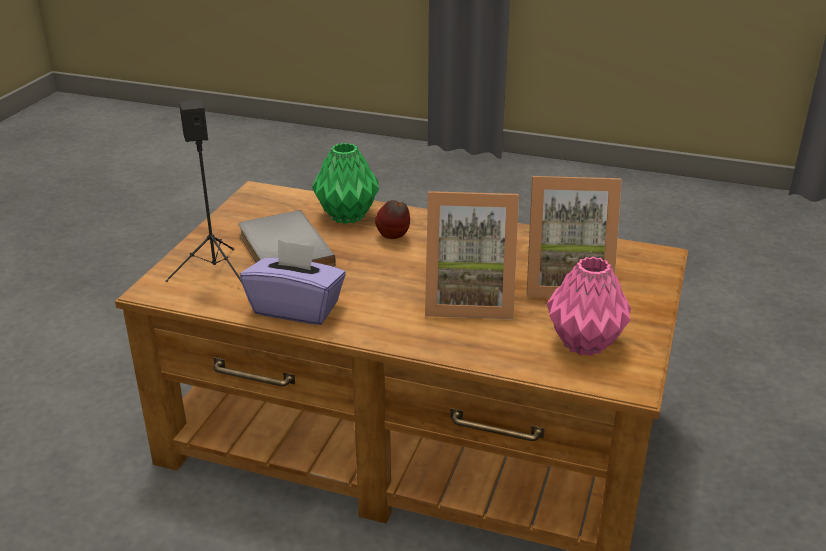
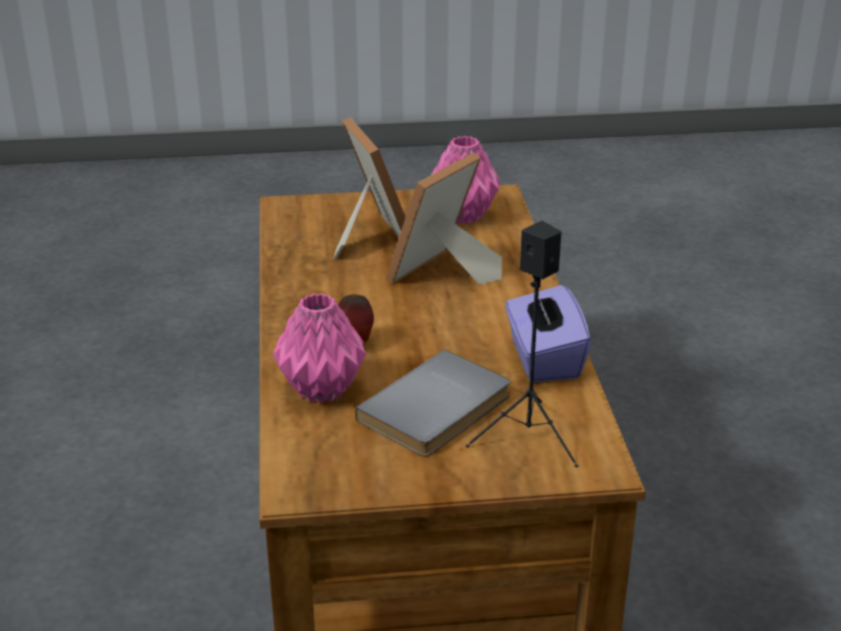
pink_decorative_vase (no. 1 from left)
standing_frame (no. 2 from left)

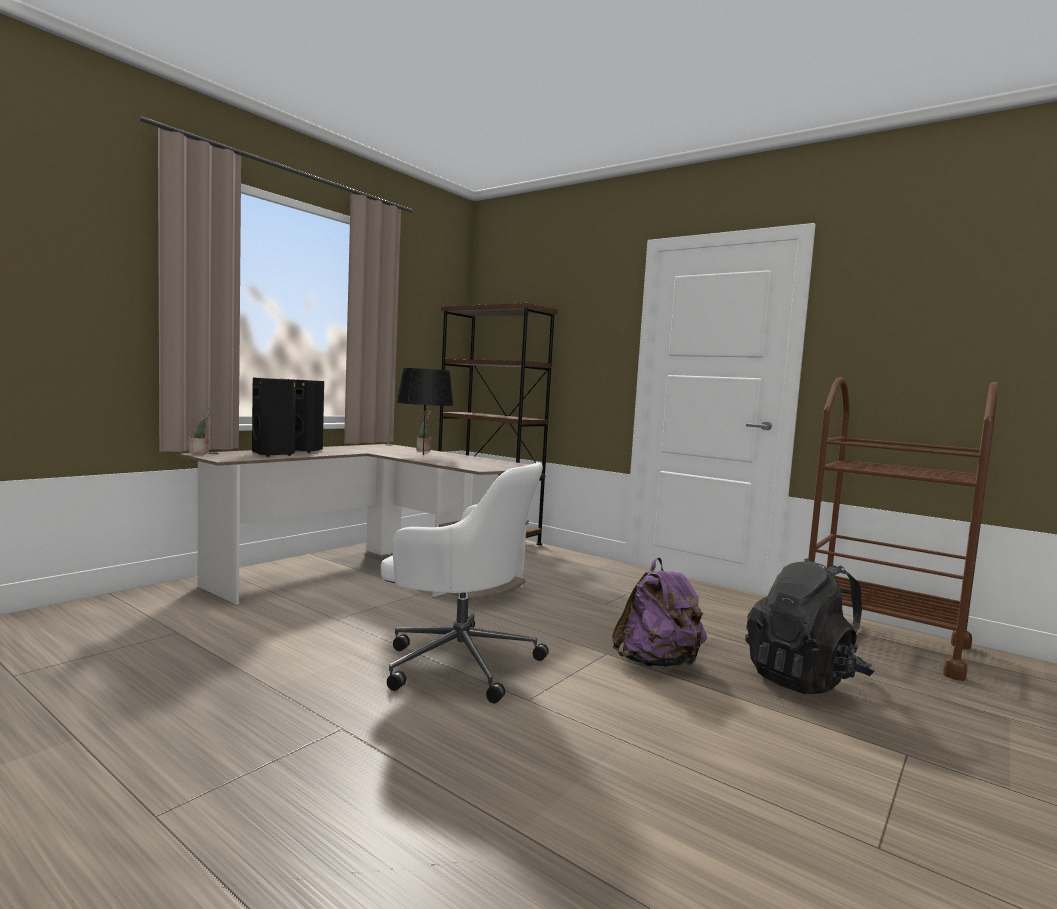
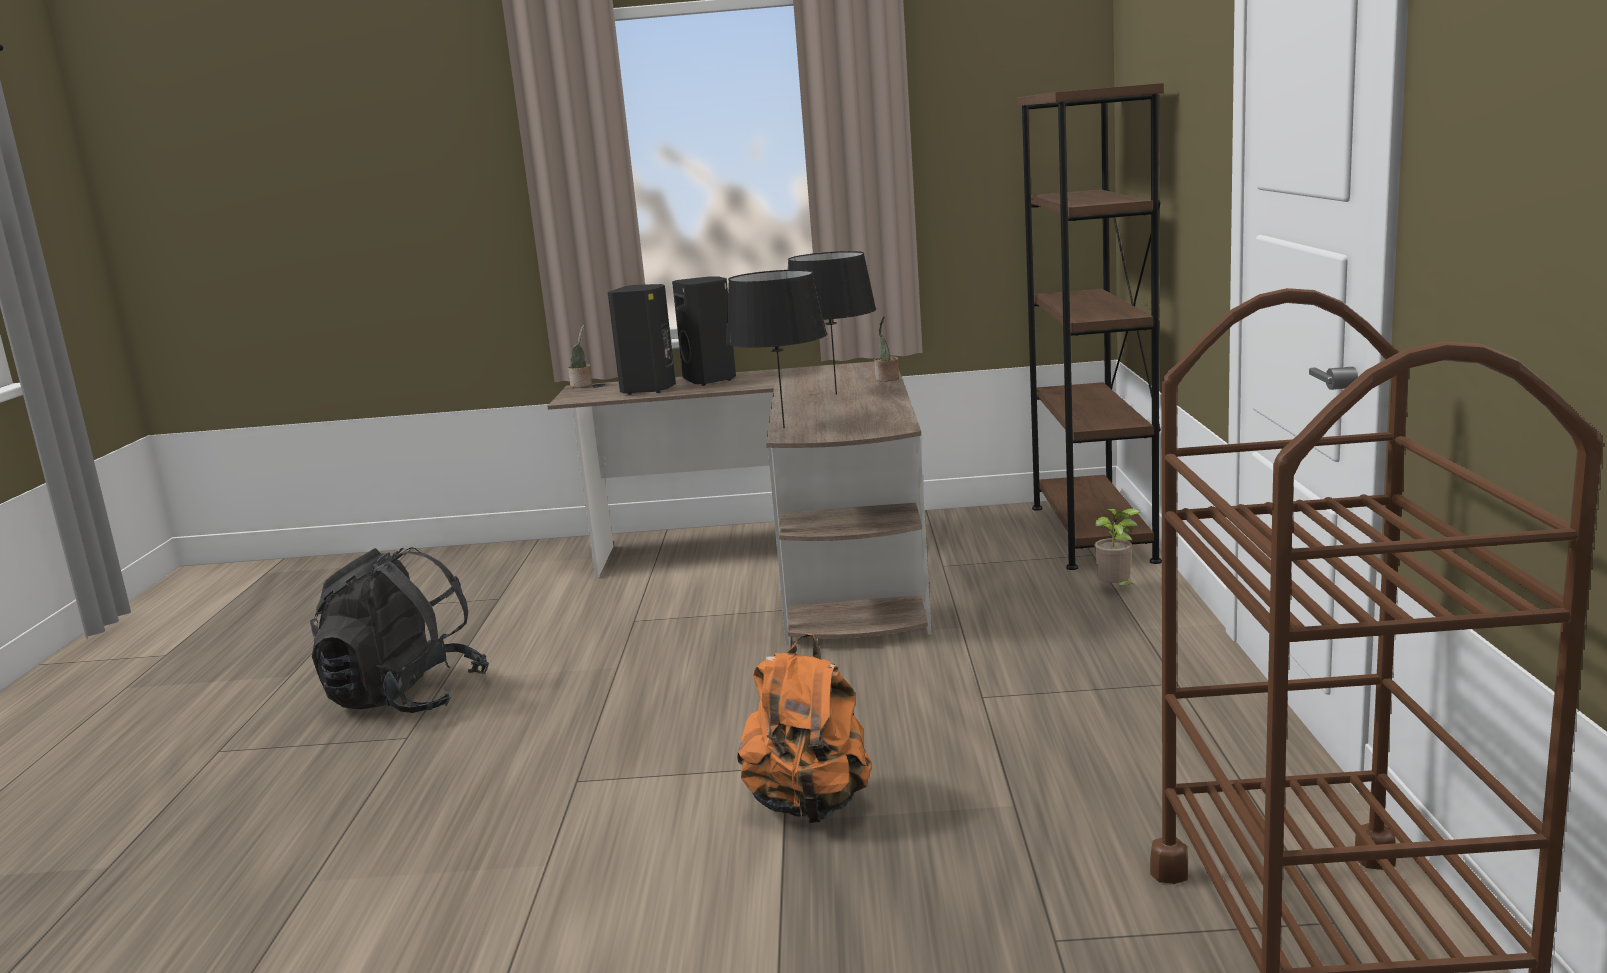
whitish_computer_chair
black_table_lamp (no. 1 from left)
plant_in_a_pot (no. 3 from left)
black_rucksack
orangey_rucksack

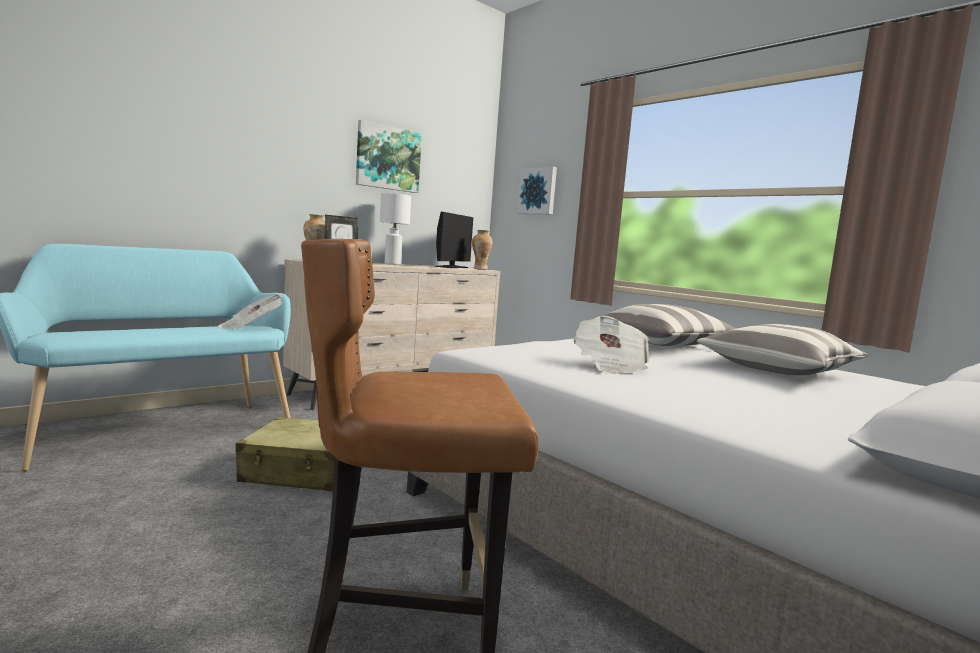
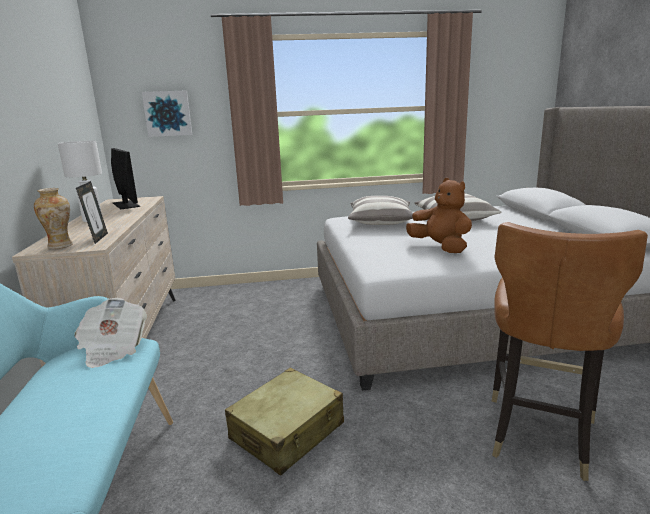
picture (no. 1 from left in the first image)
decorative_vase (no. 2 from left in the first image)
brown-coloured_cuddly_toy

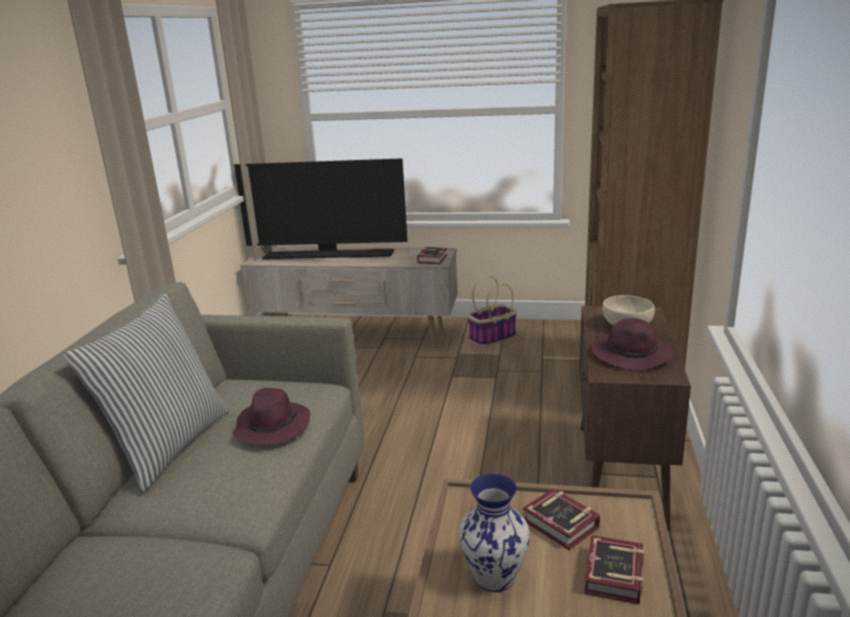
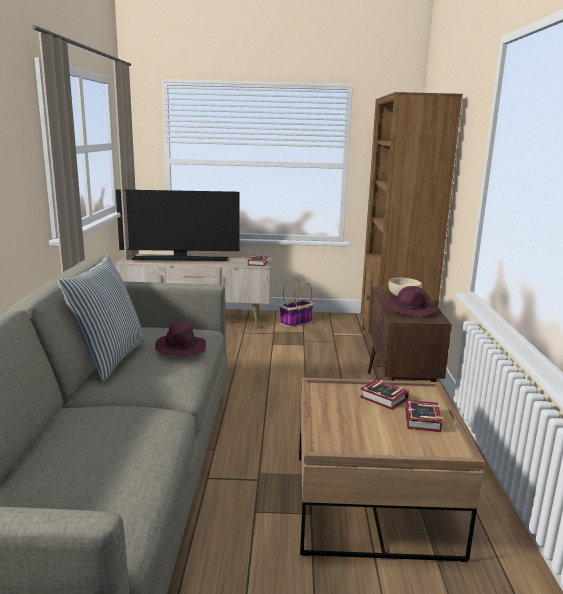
decorative_vase

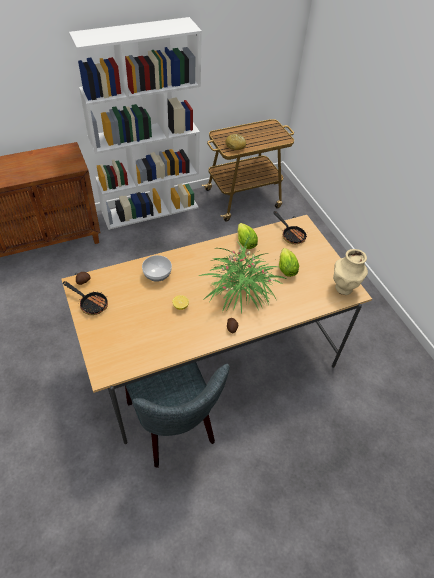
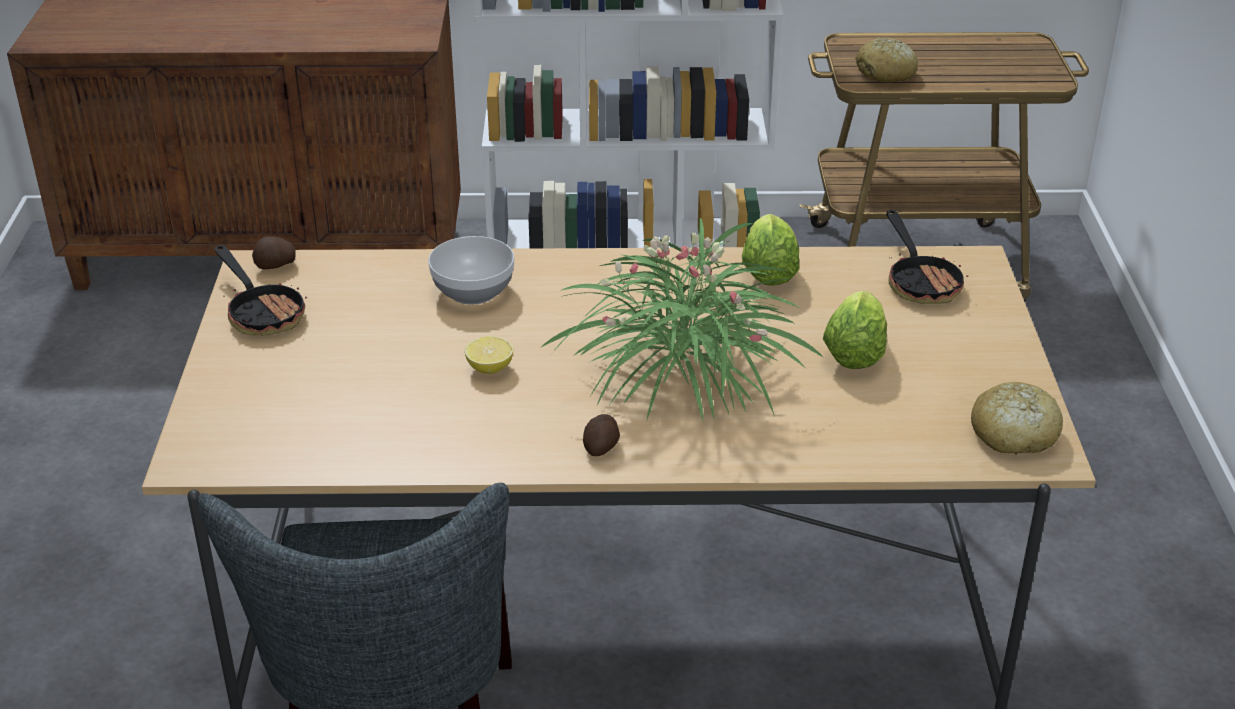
baked_bread (no. 2 from left)

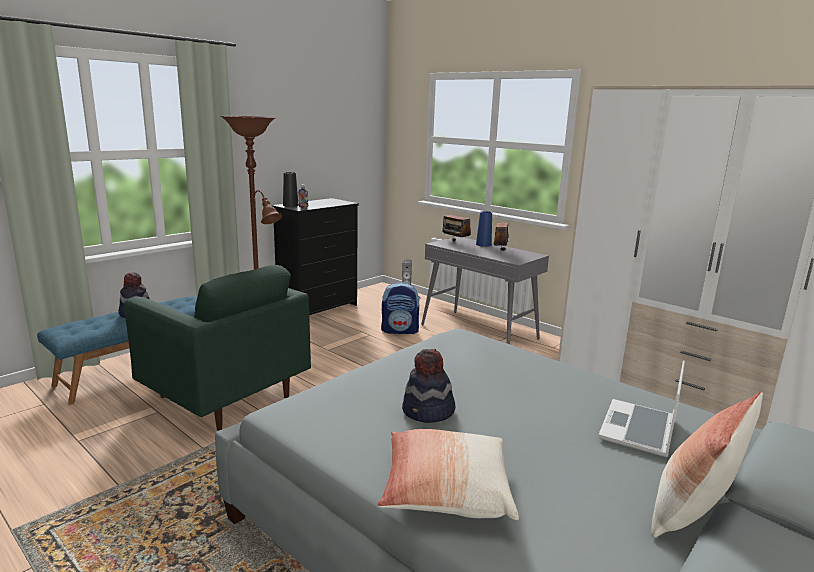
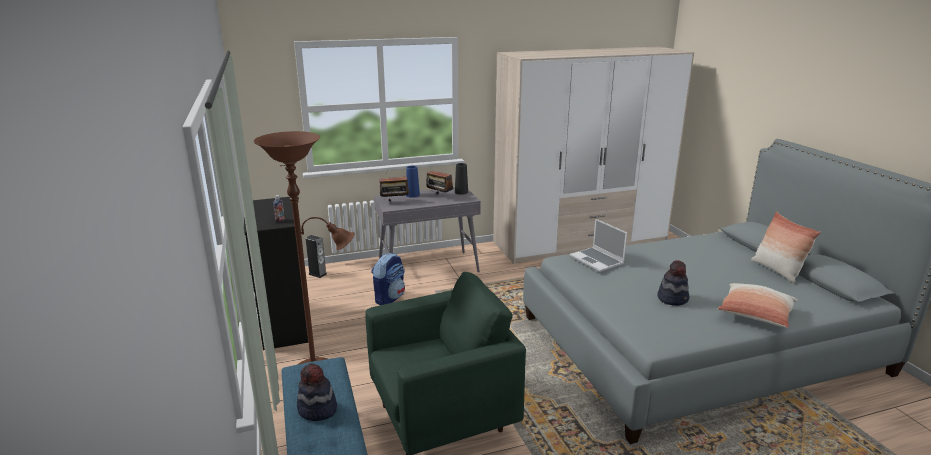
black_decorative_vase
portable_computer

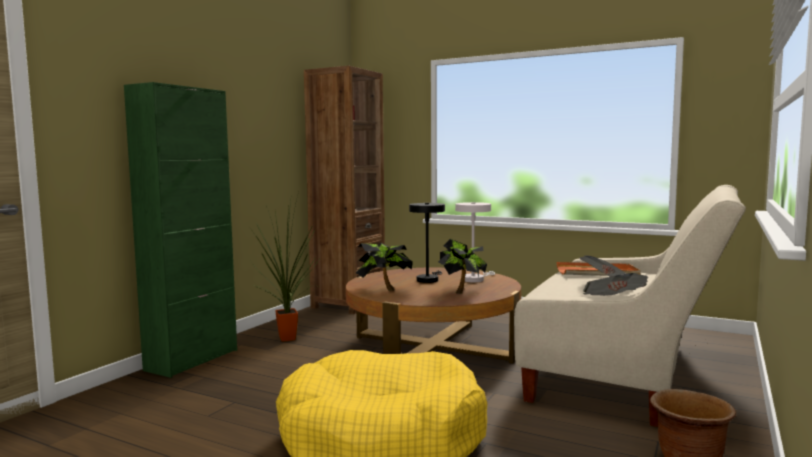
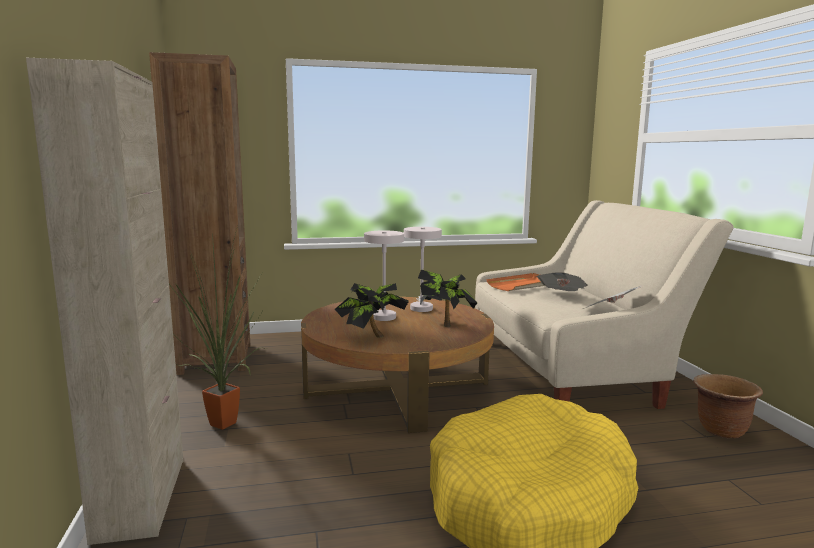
sand-coloured_storage_cabinet
whitish_table_lamp (no. 1 from left)

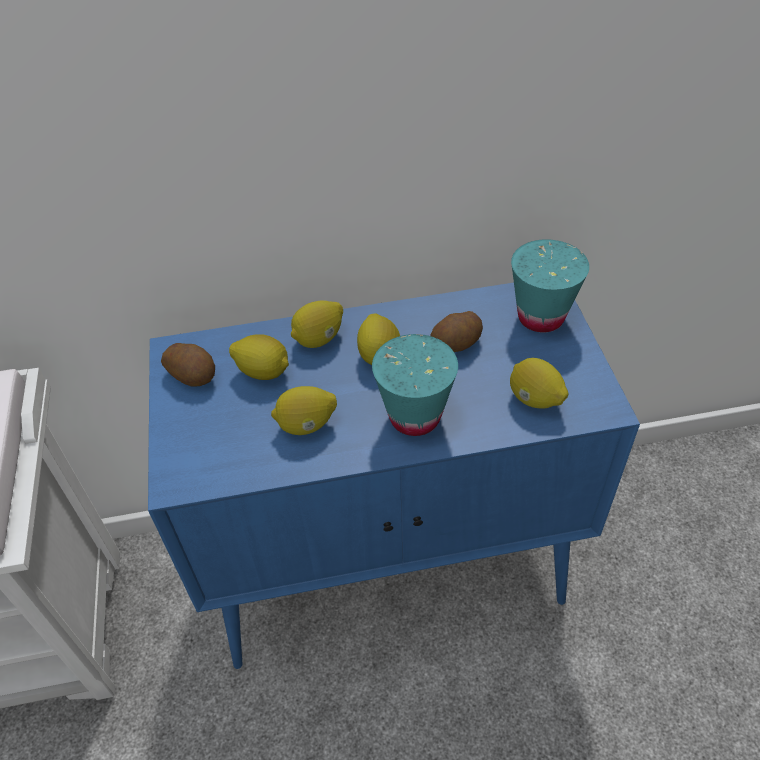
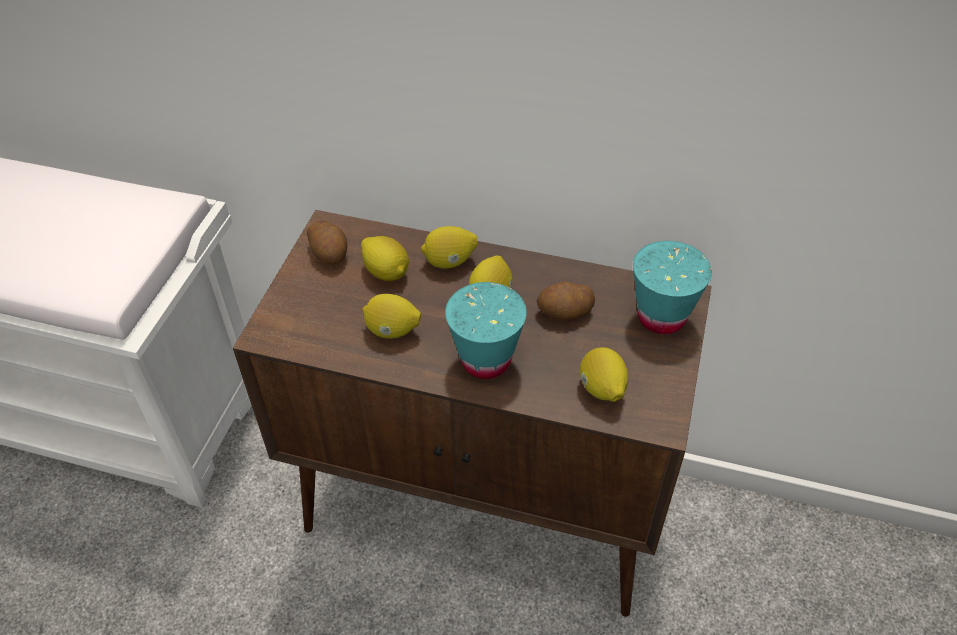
brown-coloured_storage_cabinet

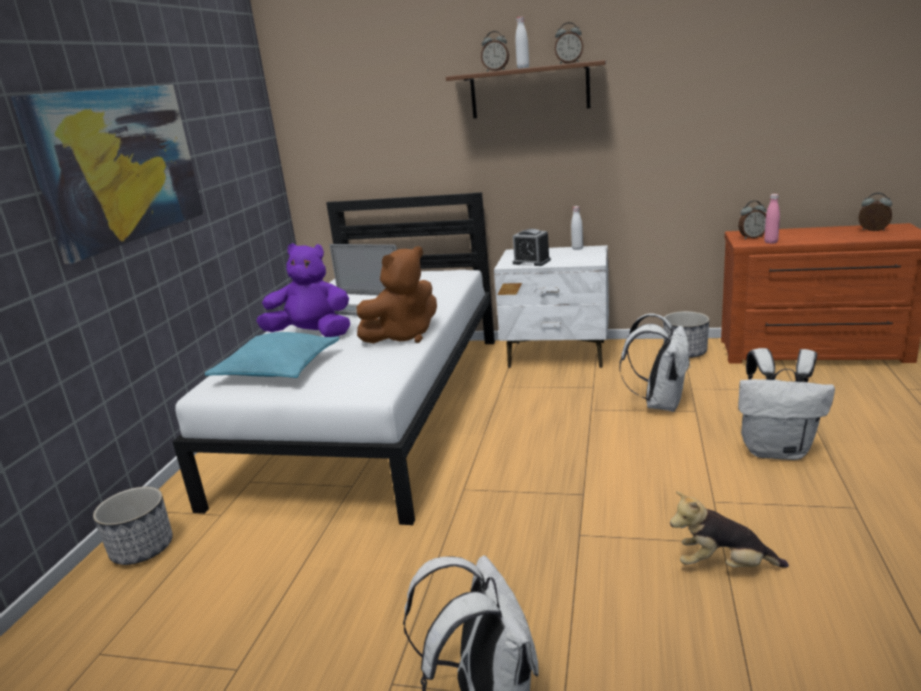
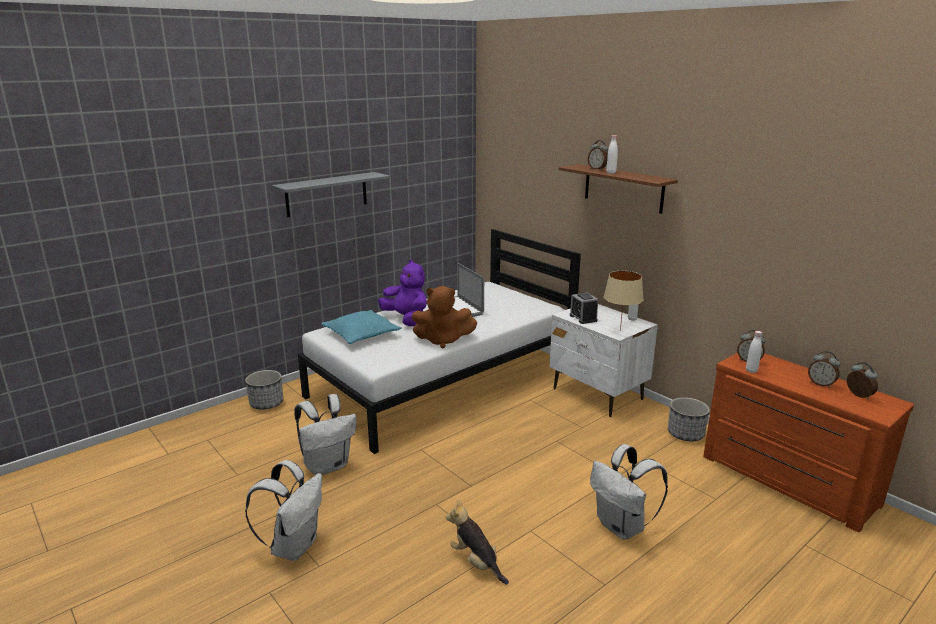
sand-coloured_table_lamp
bedside_clock (no. 4 from left)
whitish_rucksack (no. 2 from left)
greyish_wall_shelf
whitish_drink_bottle (no. 3 from left)

